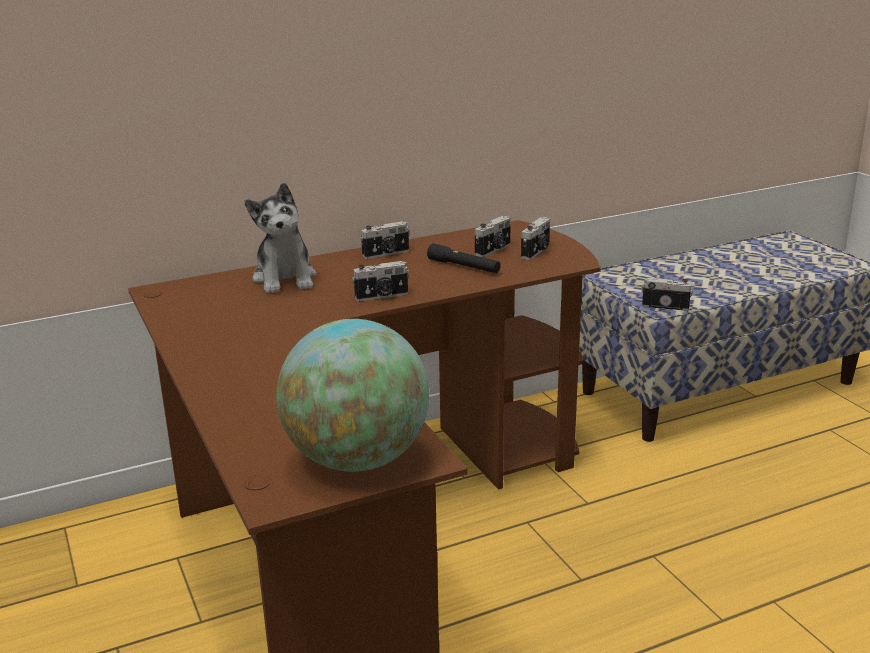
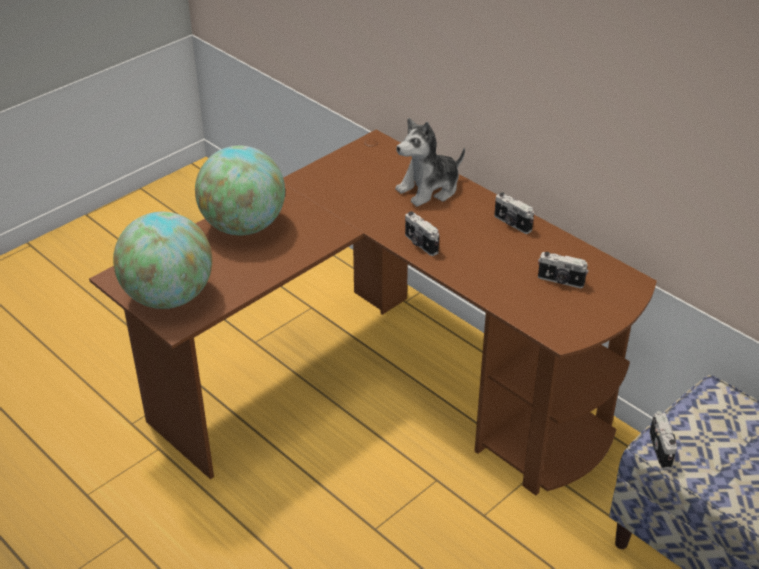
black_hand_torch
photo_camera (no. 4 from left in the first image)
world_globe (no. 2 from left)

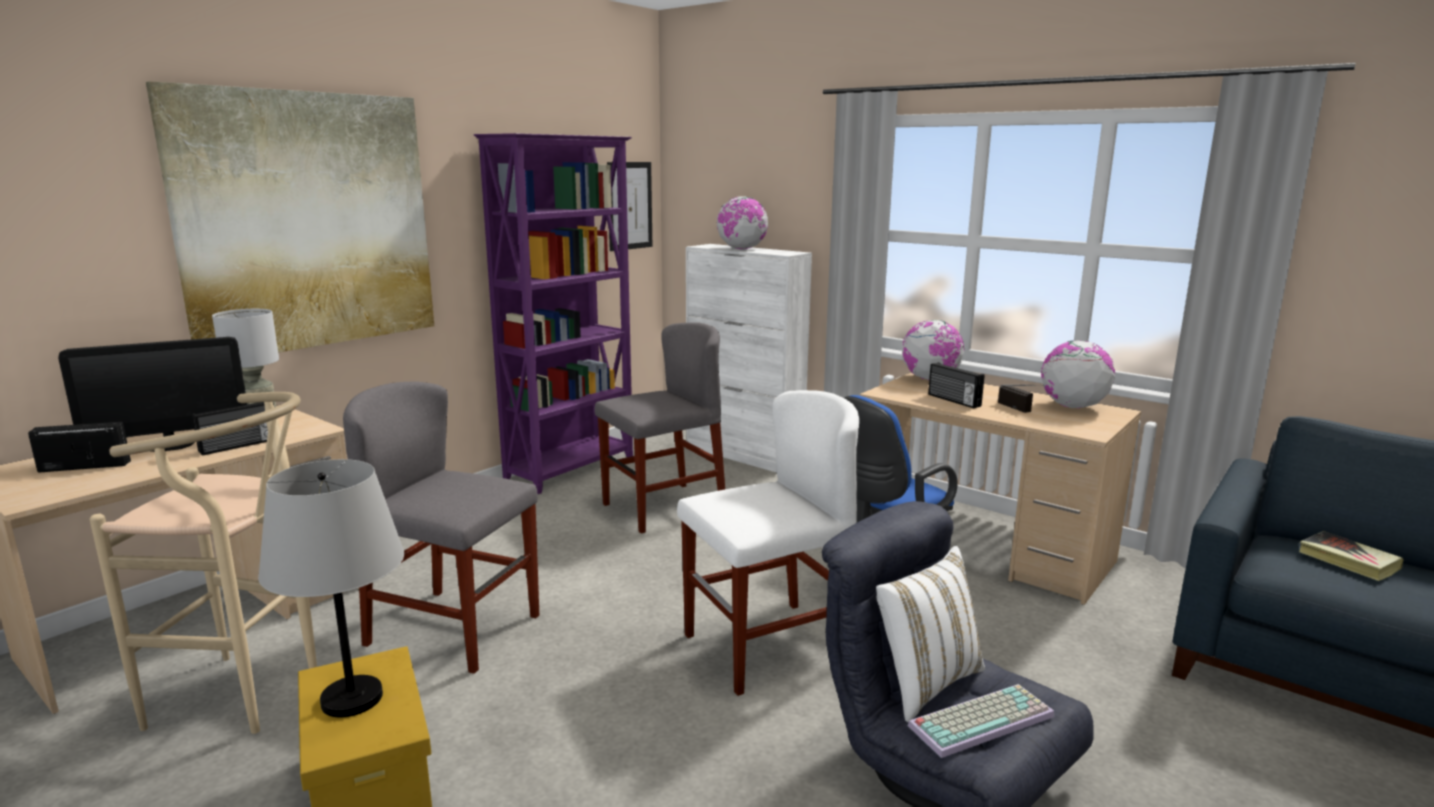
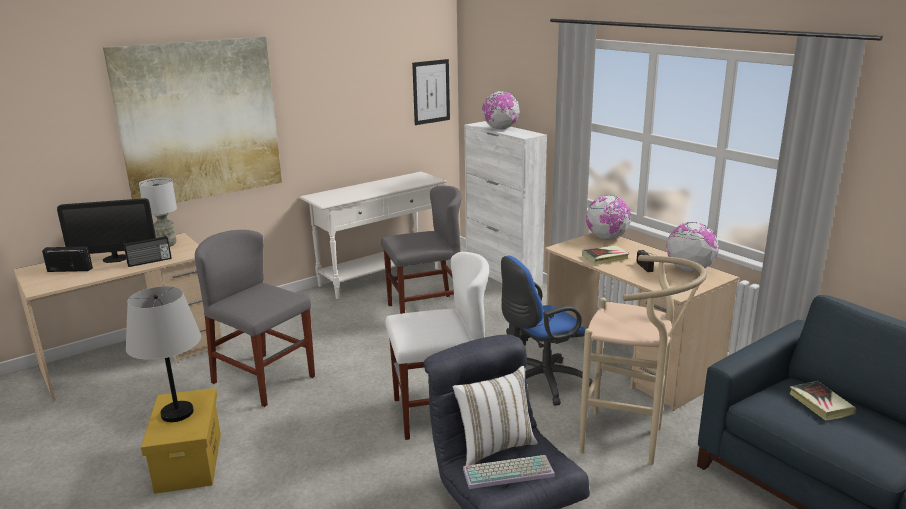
sand-coloured_sitting_stool
whitish_narrow_table
book (no. 1 from left)

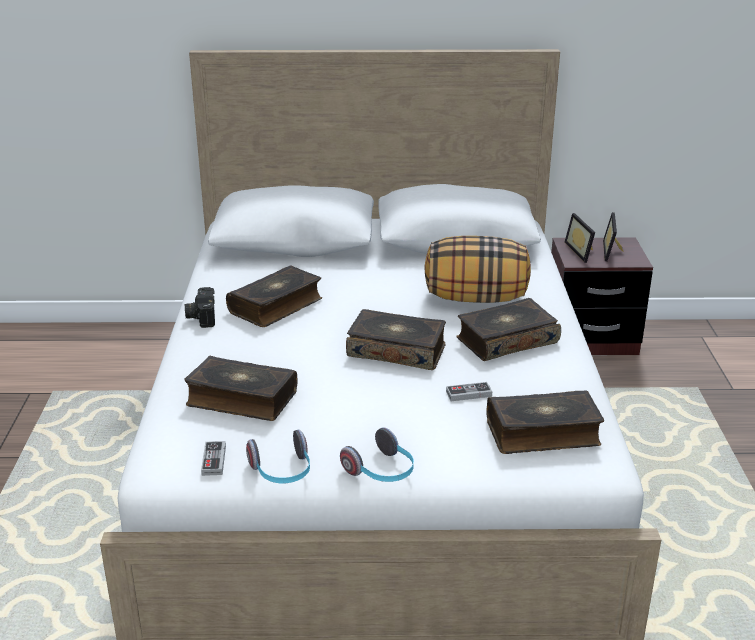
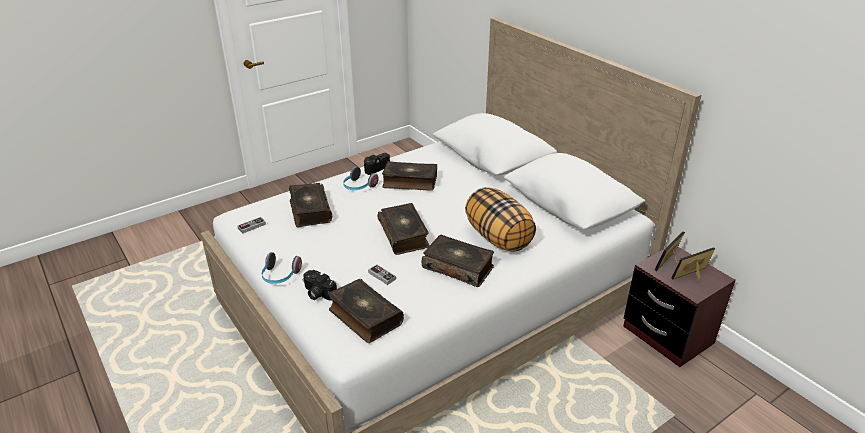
photo_camera (no. 1 from left)
pair_of_headphones (no. 2 from left)

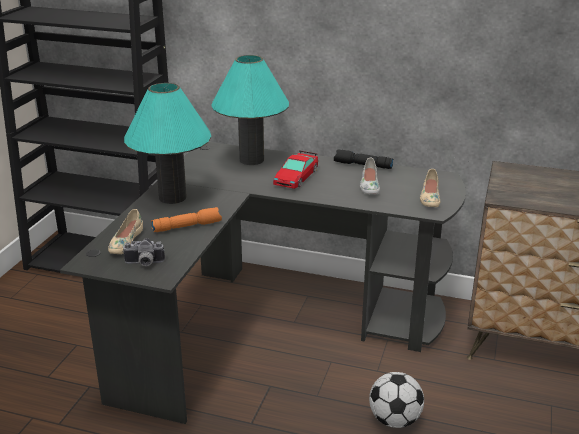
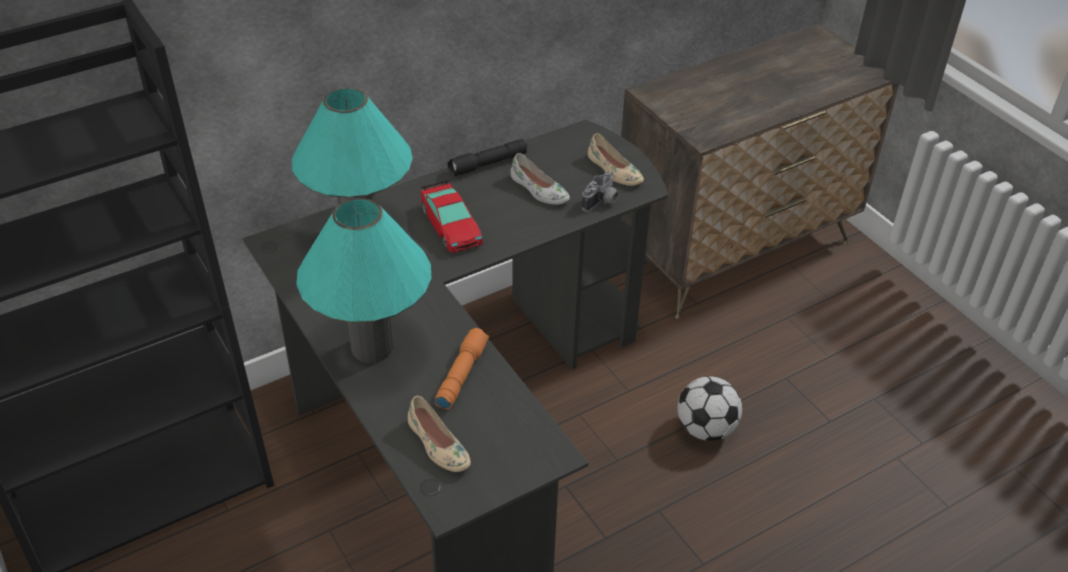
photo_camera

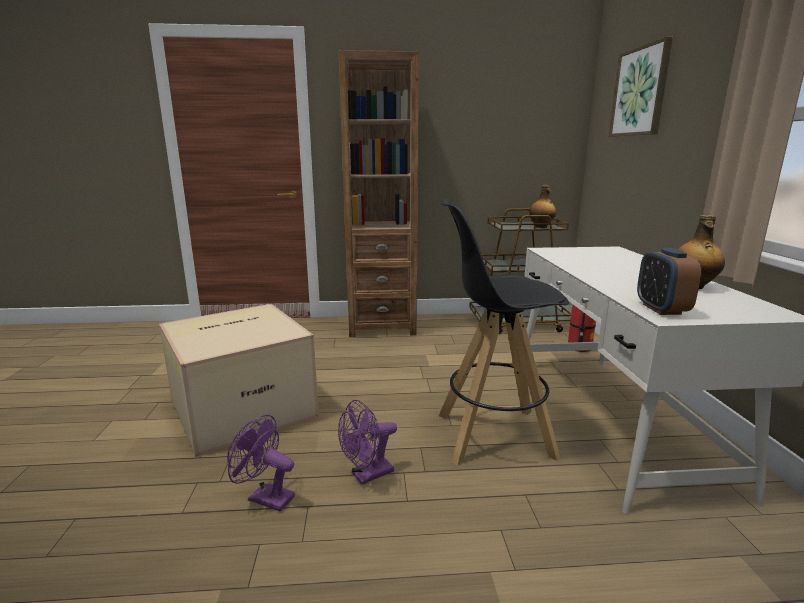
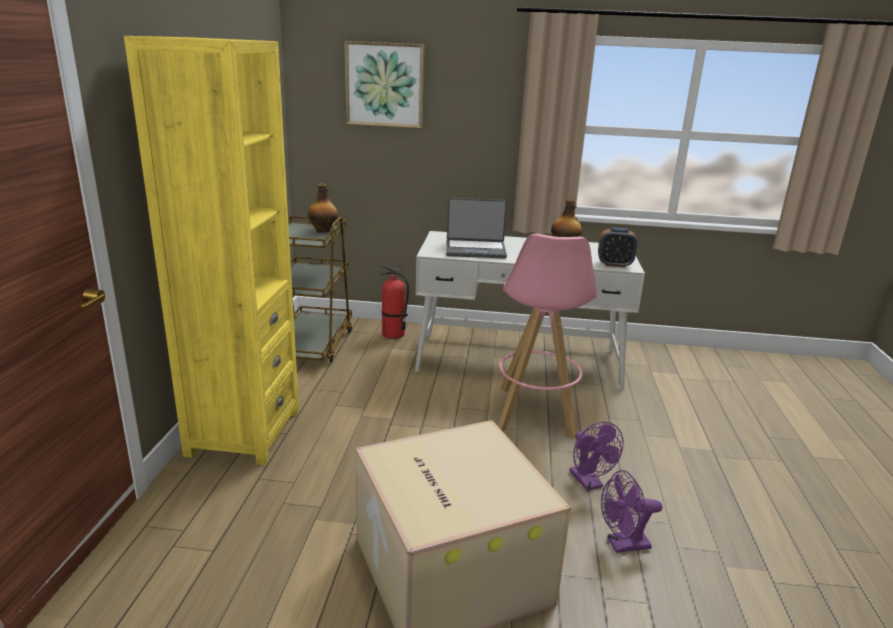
portable_computer
yellow_bookshelf
pink_sitting_stool
purplish_fan (no. 2 from left)

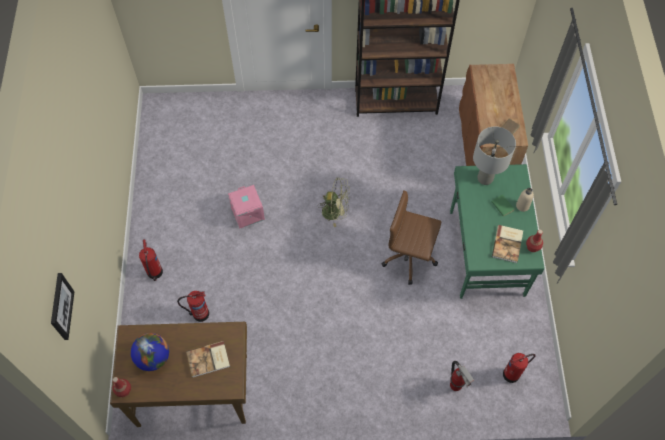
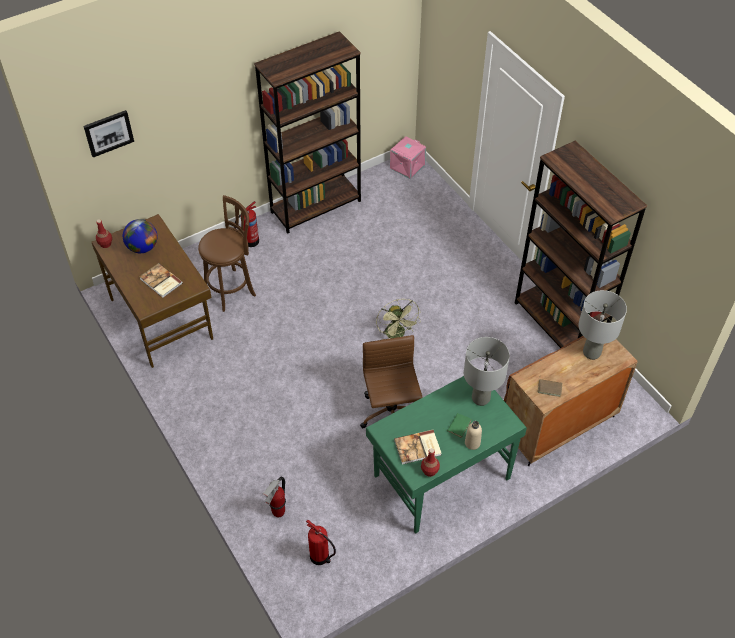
brown-coloured_bookshelf (no. 1 from left)
greyish_table_lamp (no. 2 from left)
pink_storage_bin
brown-coloured_sitting_stool

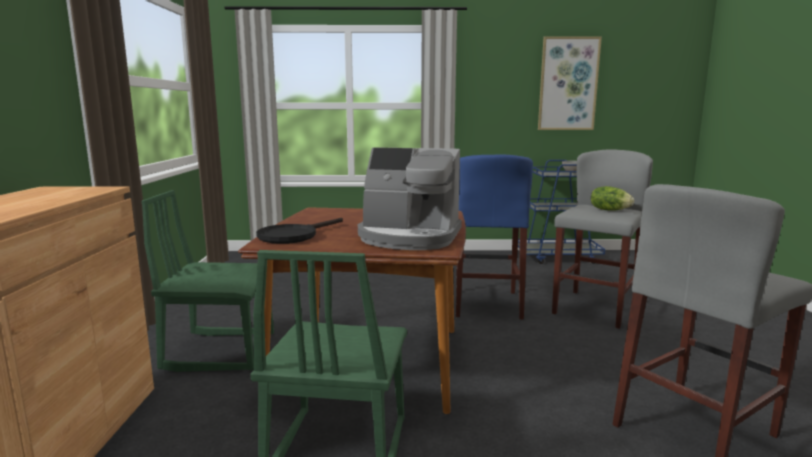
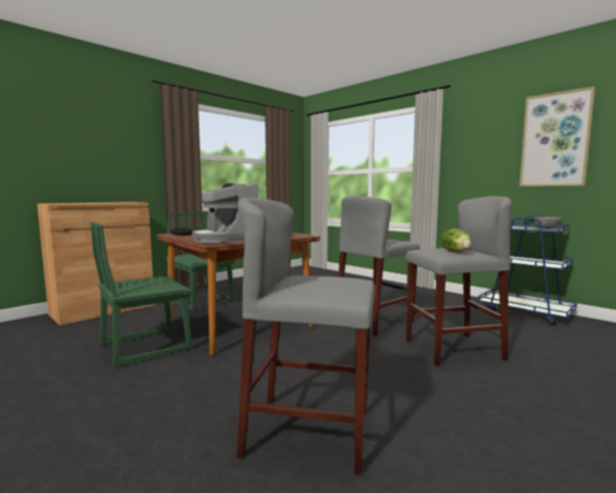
greyish_sitting_stool (no. 2 from left)

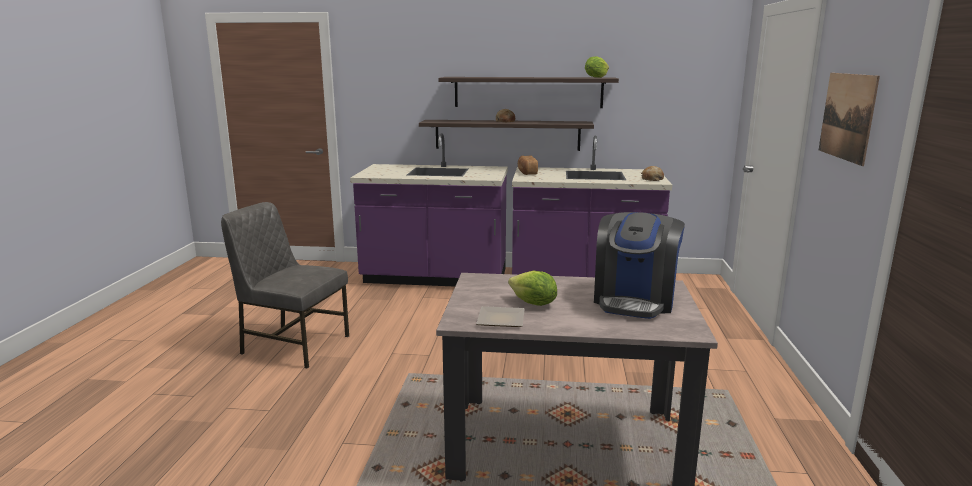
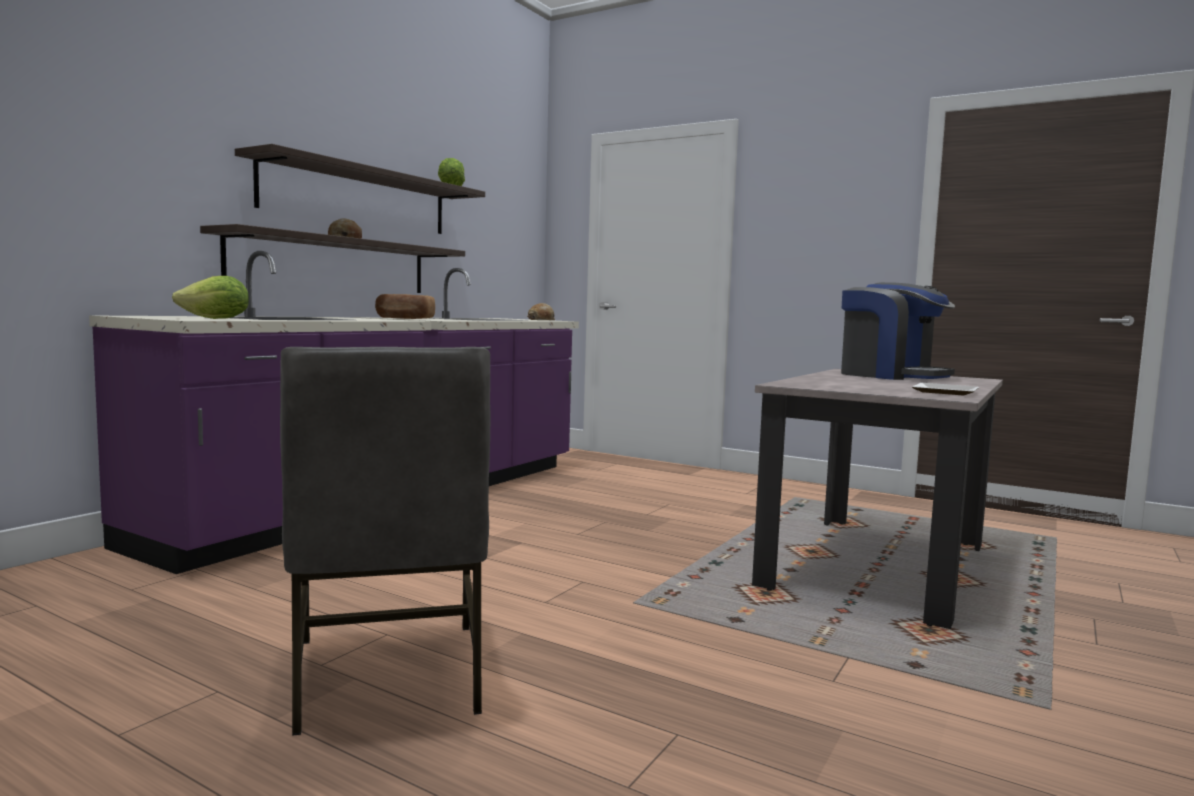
picture
lettuce_head (no. 1 from left)
greyish_chair

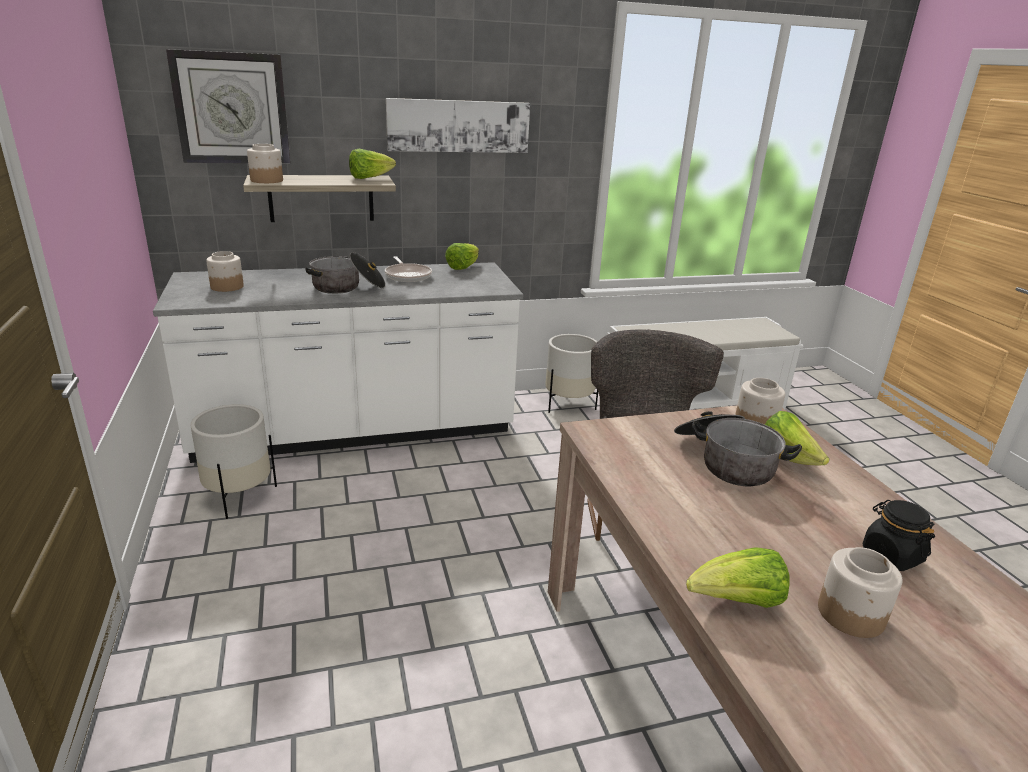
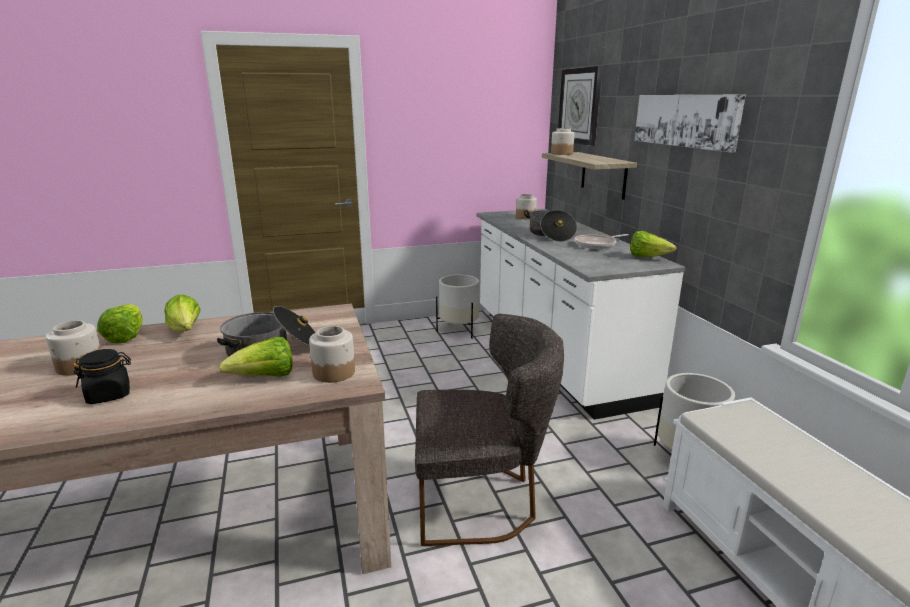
lettuce_head (no. 2 from left)

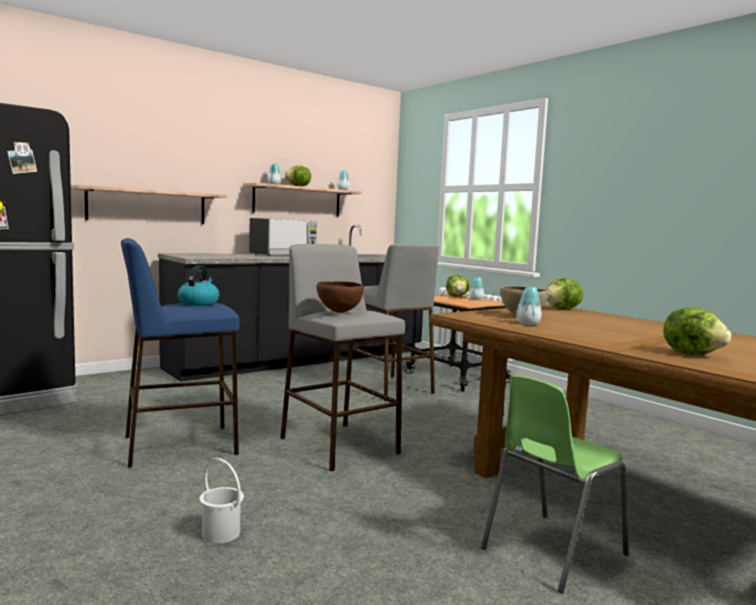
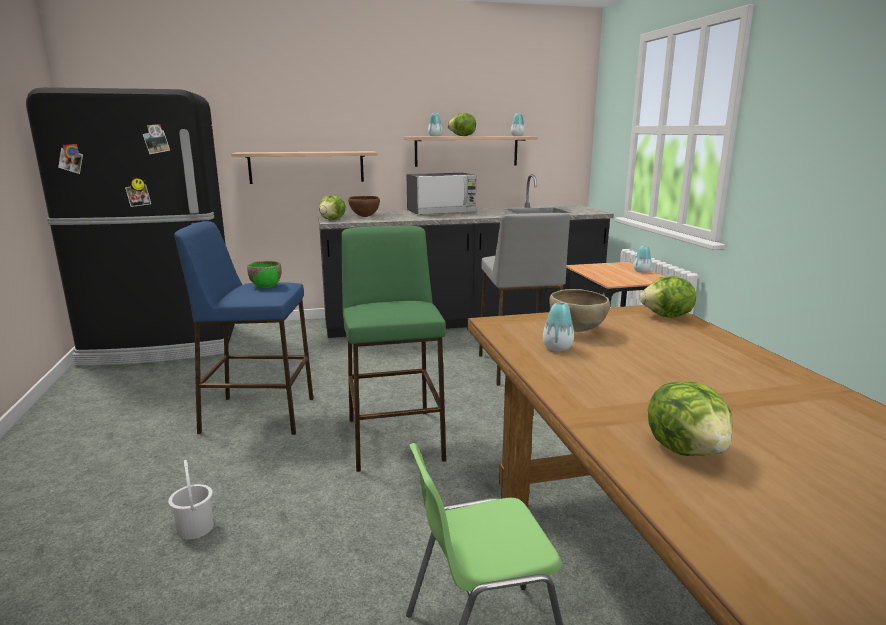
brown-coloured_serving_bowl (no. 1 from left)
lettuce_head (no. 1 from left)
greenish_serving_bowl
greenish_sitting_stool

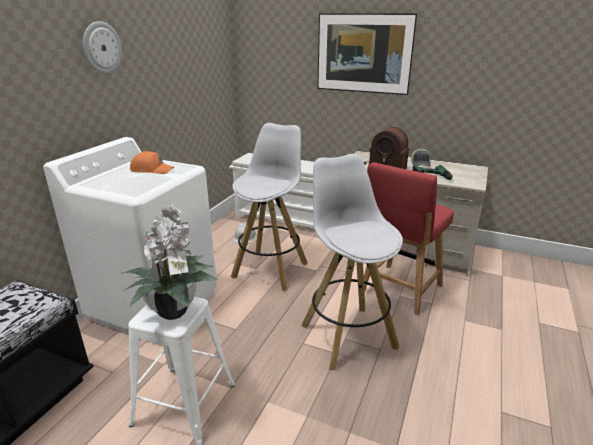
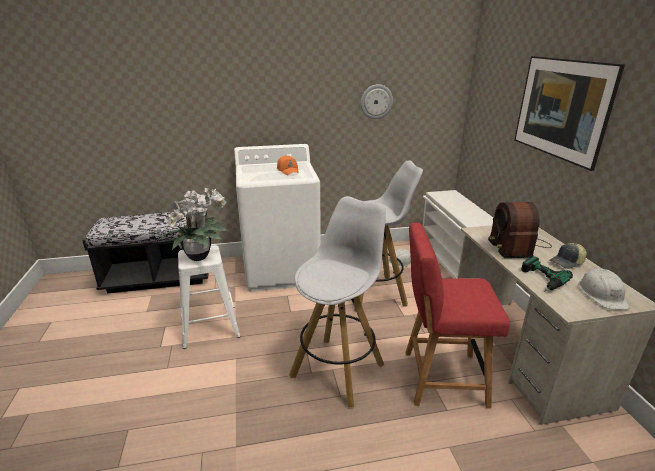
whitish_hard_hat (no. 2 from left)
wall_clock

